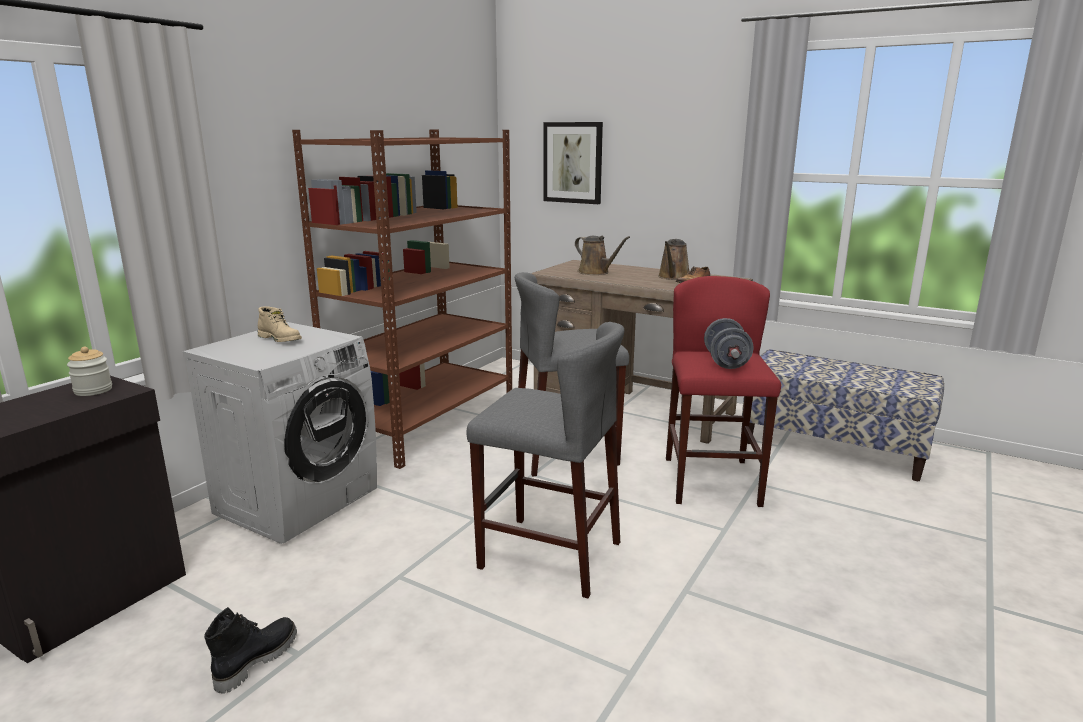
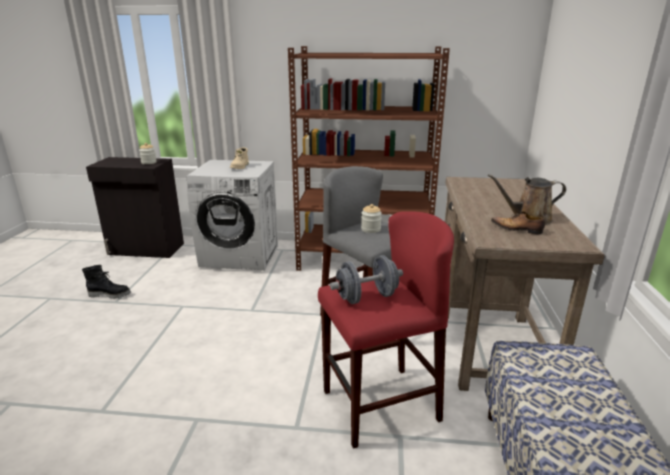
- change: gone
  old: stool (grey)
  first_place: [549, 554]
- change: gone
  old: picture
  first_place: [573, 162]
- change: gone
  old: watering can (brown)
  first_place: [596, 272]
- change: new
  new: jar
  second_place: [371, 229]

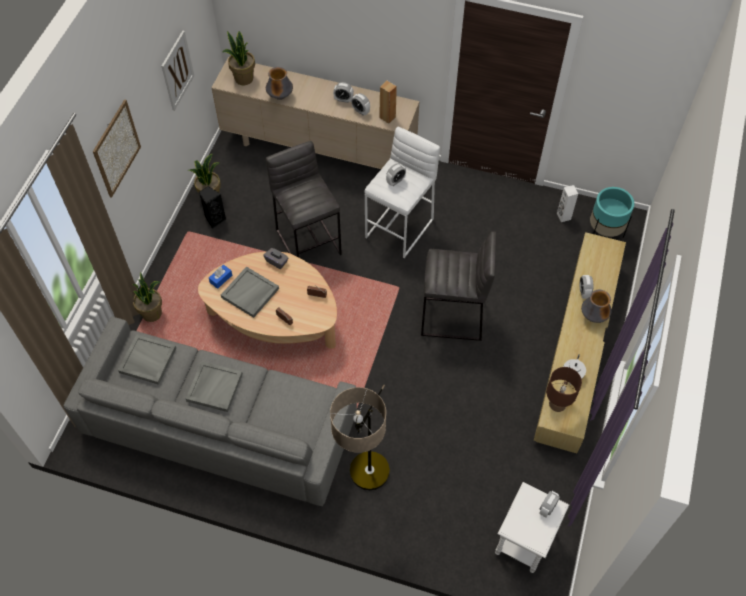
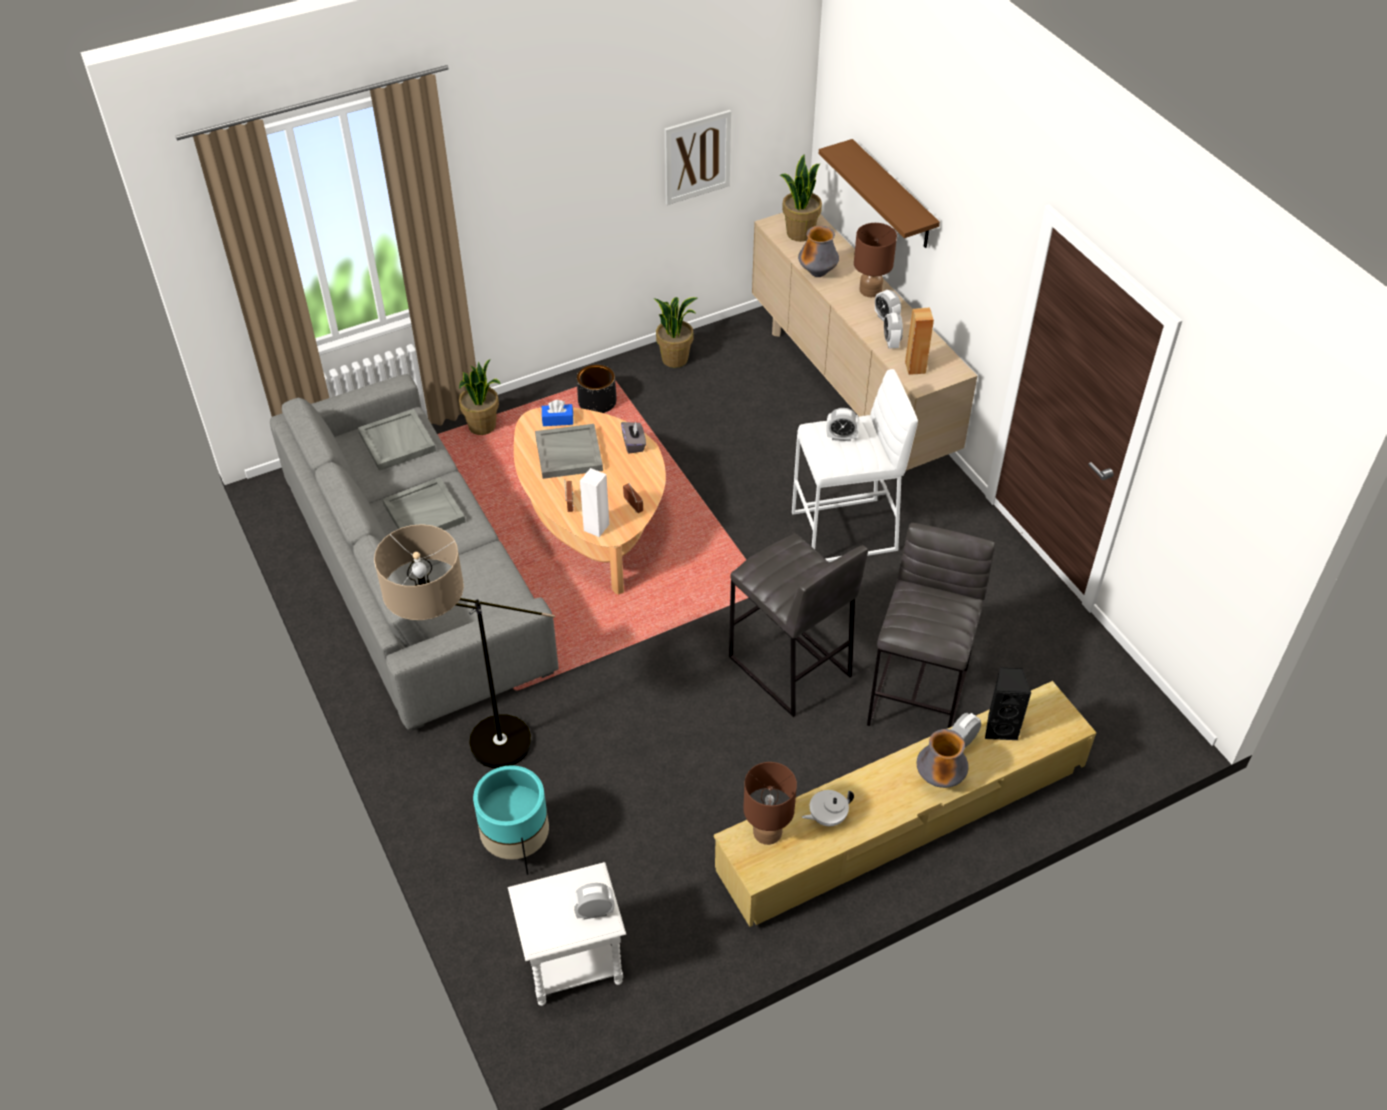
- change: gone
  old: picture
  first_place: [116, 148]
- change: new
  new: planter (black)
  second_place: [597, 402]
- change: new
  new: shelf (brown)
  second_place: [892, 196]
- change: new
  new: table lamp (brown)
  second_place: [871, 290]
- change: shifted
  old: speaker (black)
  first_place: [214, 219]
  second_place: [1000, 728]
- change: shifted
  old: stool (grey)
  first_place: [308, 241]
  second_place: [919, 697]
- change: shifted
  old: speaker (white)
  first_place: [563, 216]
  second_place: [596, 527]
- change: shifted
  old: planter (turquoise)
  first_place: [605, 231]
  second_place: [516, 845]

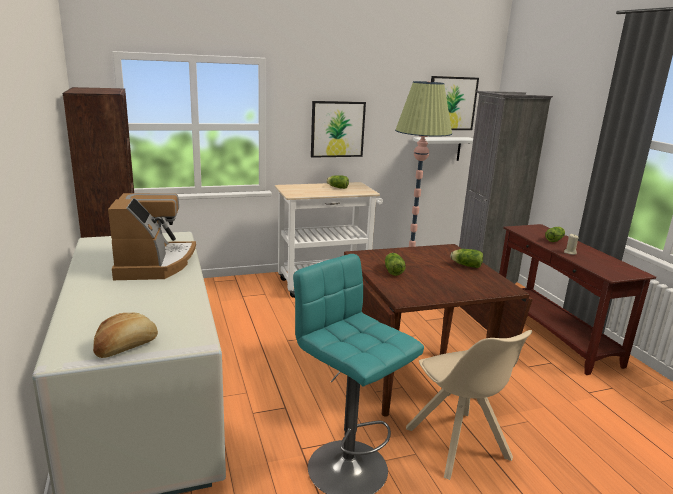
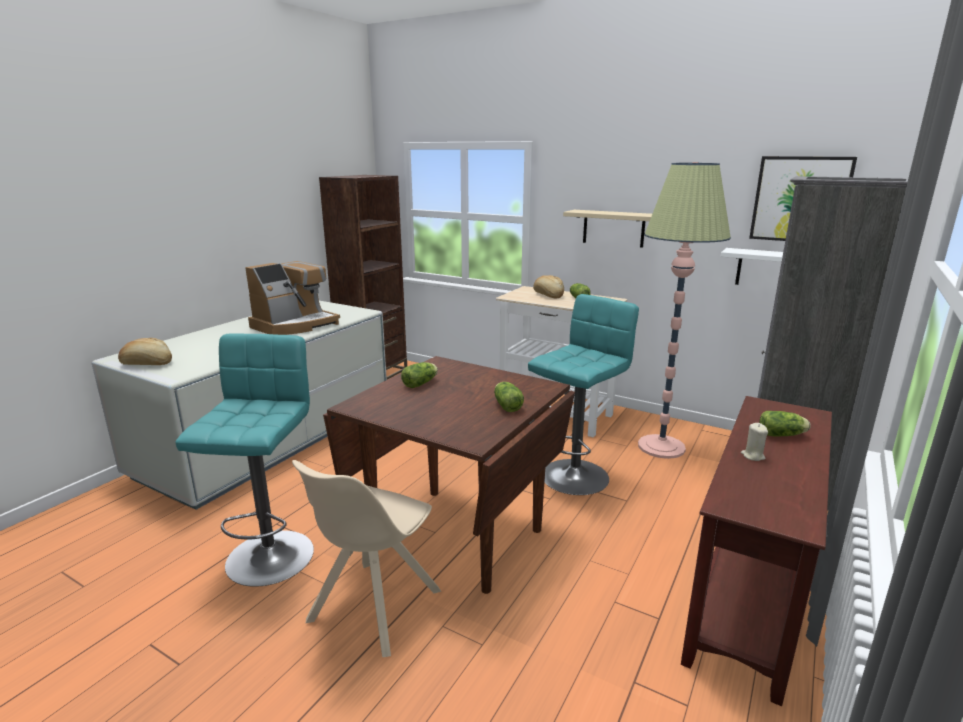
- change: new
  new: stool (turquoise)
  second_place: [575, 477]
- change: new
  new: bread
  second_place: [548, 295]
- change: swapped
  old: picture
  new: shelf (beige)
  first_place: [337, 129]
  second_place: [613, 228]

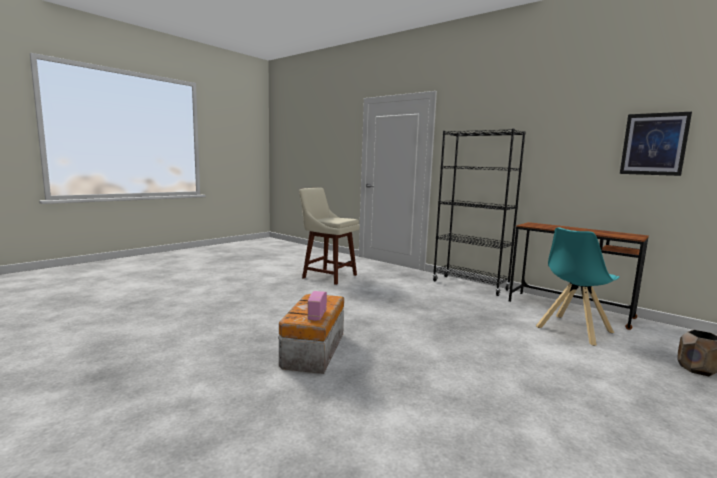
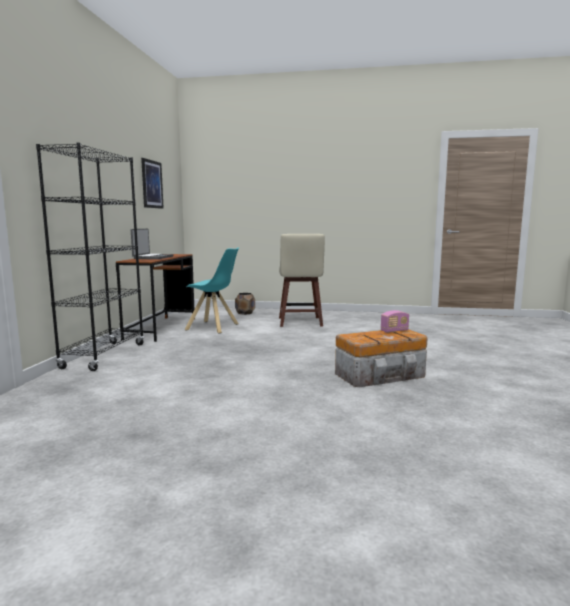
- change: new
  new: laptop
  second_place: [152, 257]
- change: shifted
  old: stool (beige)
  first_place: [327, 276]
  second_place: [300, 322]

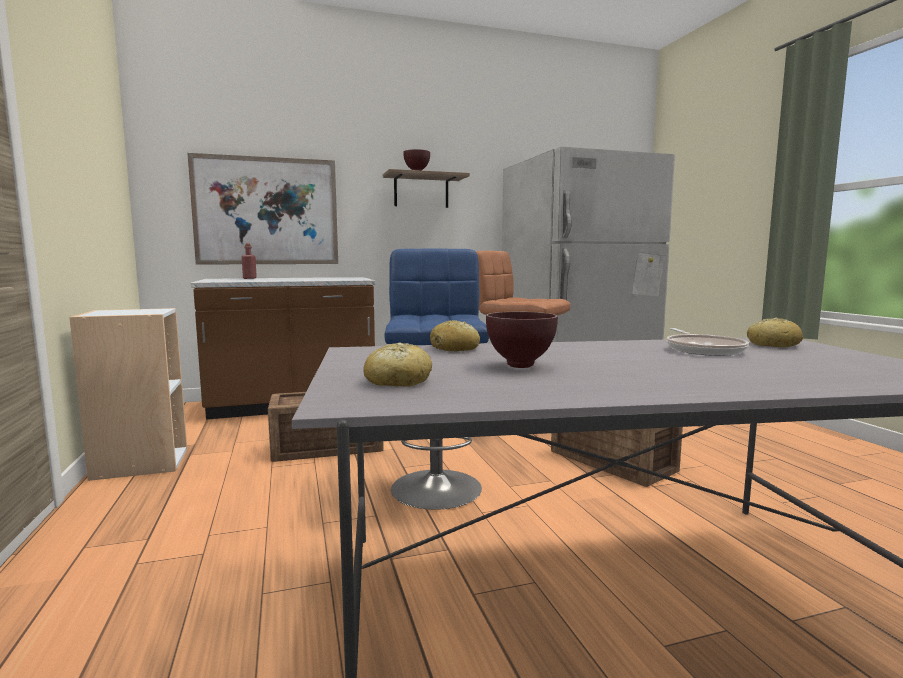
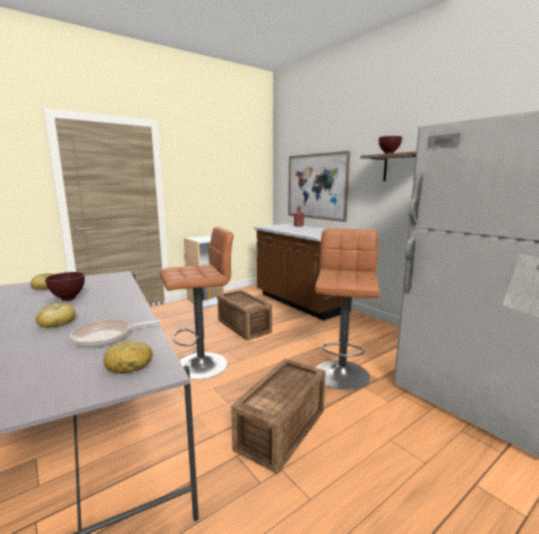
- change: shifted
  old: bread
  first_place: [455, 348]
  second_place: [57, 322]
- change: repainted
  old: stool (blue)
  new: stool (brown)
  first_place: [437, 488]
  second_place: [202, 365]

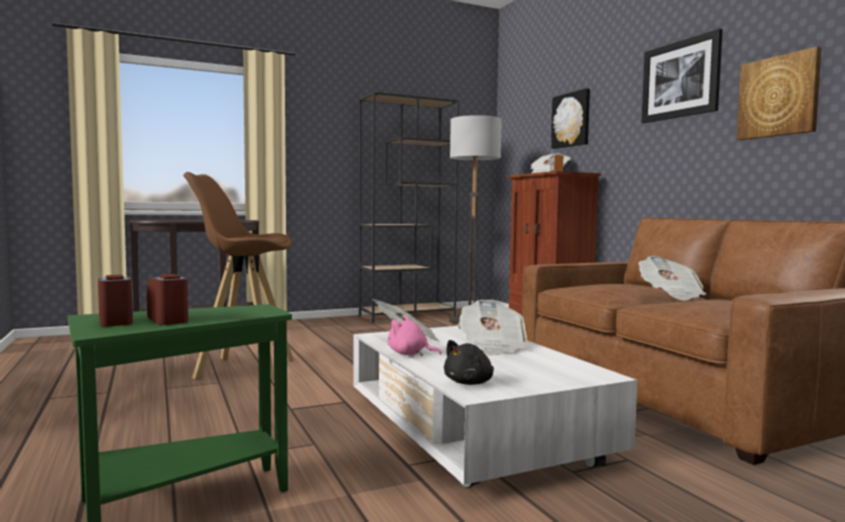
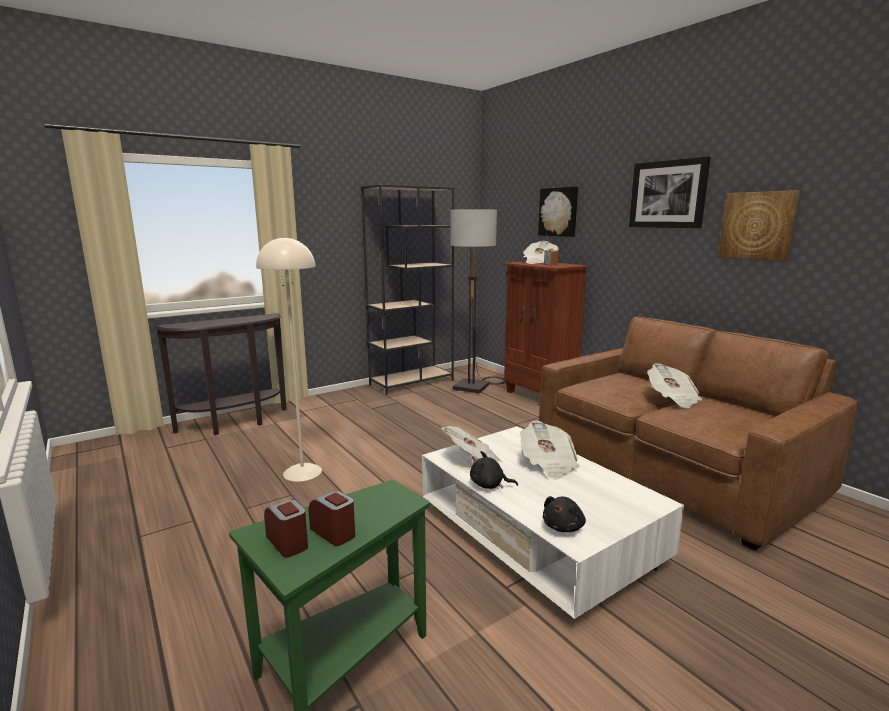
- change: swapped
  old: stool (brown)
  new: floor lamp (beige)
  first_place: [243, 368]
  second_place: [302, 472]
- change: repainted
  old: plush toy (pink)
  new: plush toy (black)
  first_place: [409, 354]
  second_place: [489, 485]

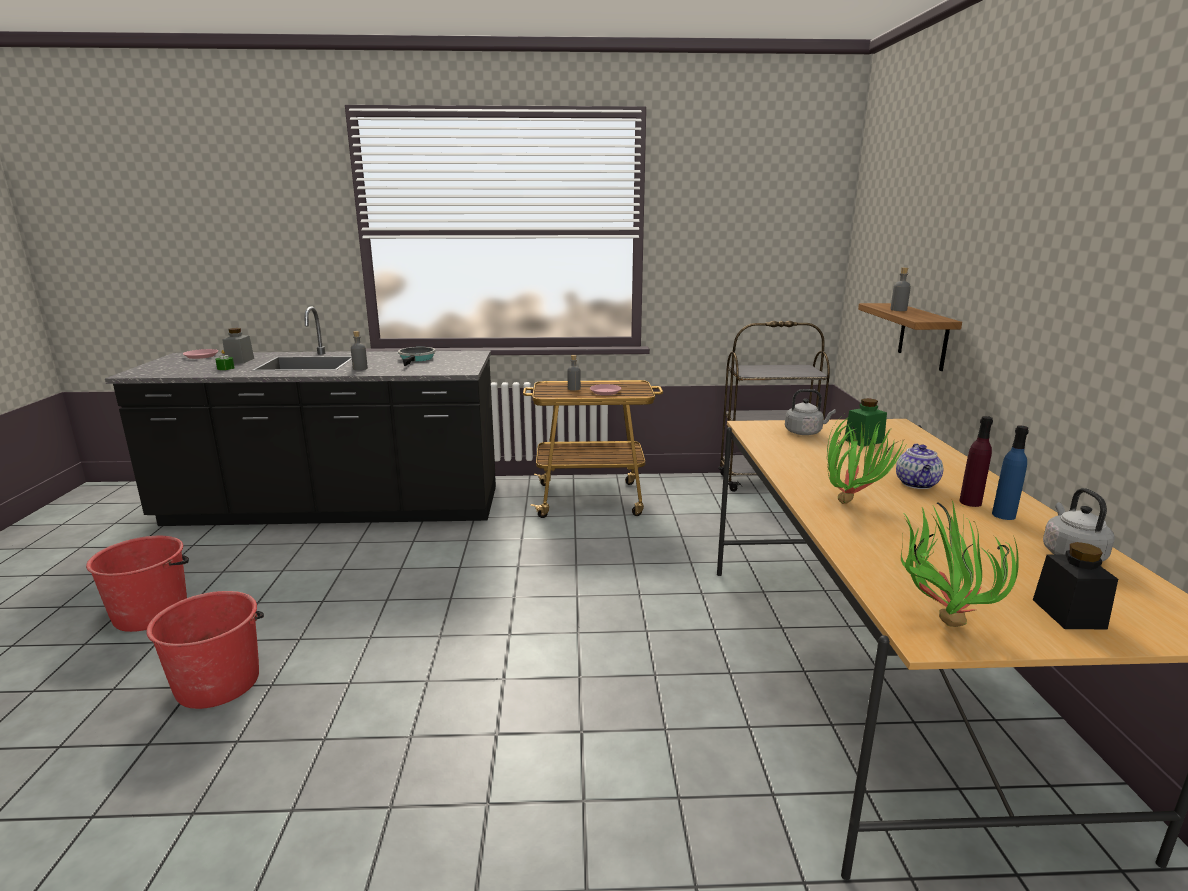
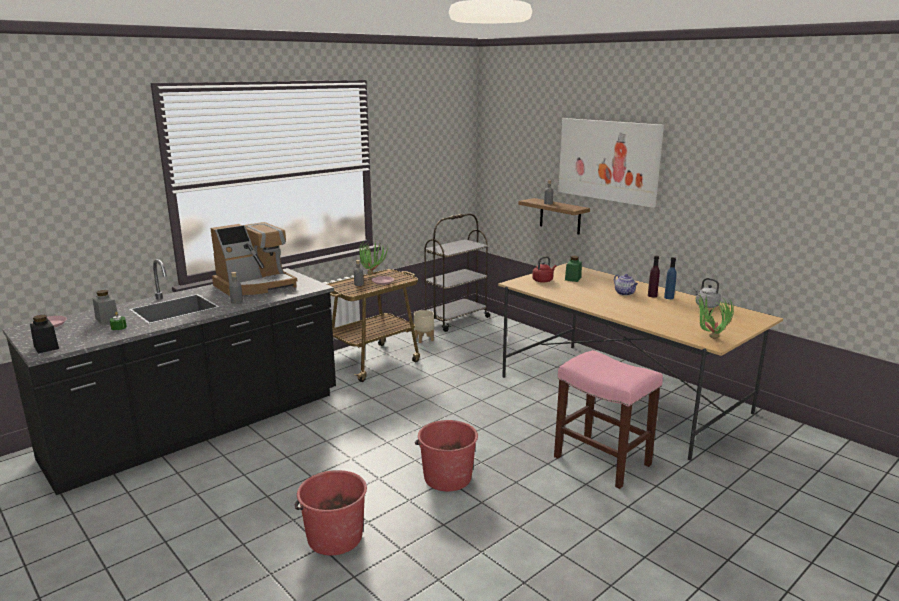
- change: new
  new: planter (beige)
  second_place: [424, 339]
- change: new
  new: stool (pink)
  second_place: [600, 460]
- change: new
  new: picture
  second_place: [608, 160]
- change: shifted
  old: bucket (red)
  first_place: [151, 613]
  second_place: [447, 477]
- change: shifted
  old: potted plant
  first_place: [852, 501]
  second_place: [372, 274]
- change: shifted
  old: jar (black)
  first_place: [1068, 614]
  second_place: [46, 347]
- change: swapped
  old: frying pan
  new: coffee machine
  first_place: [417, 359]
  second_place: [255, 285]
- change: repainted
  old: kettle (grey)
  new: kettle (red)
  first_place: [805, 432]
  second_place: [543, 280]

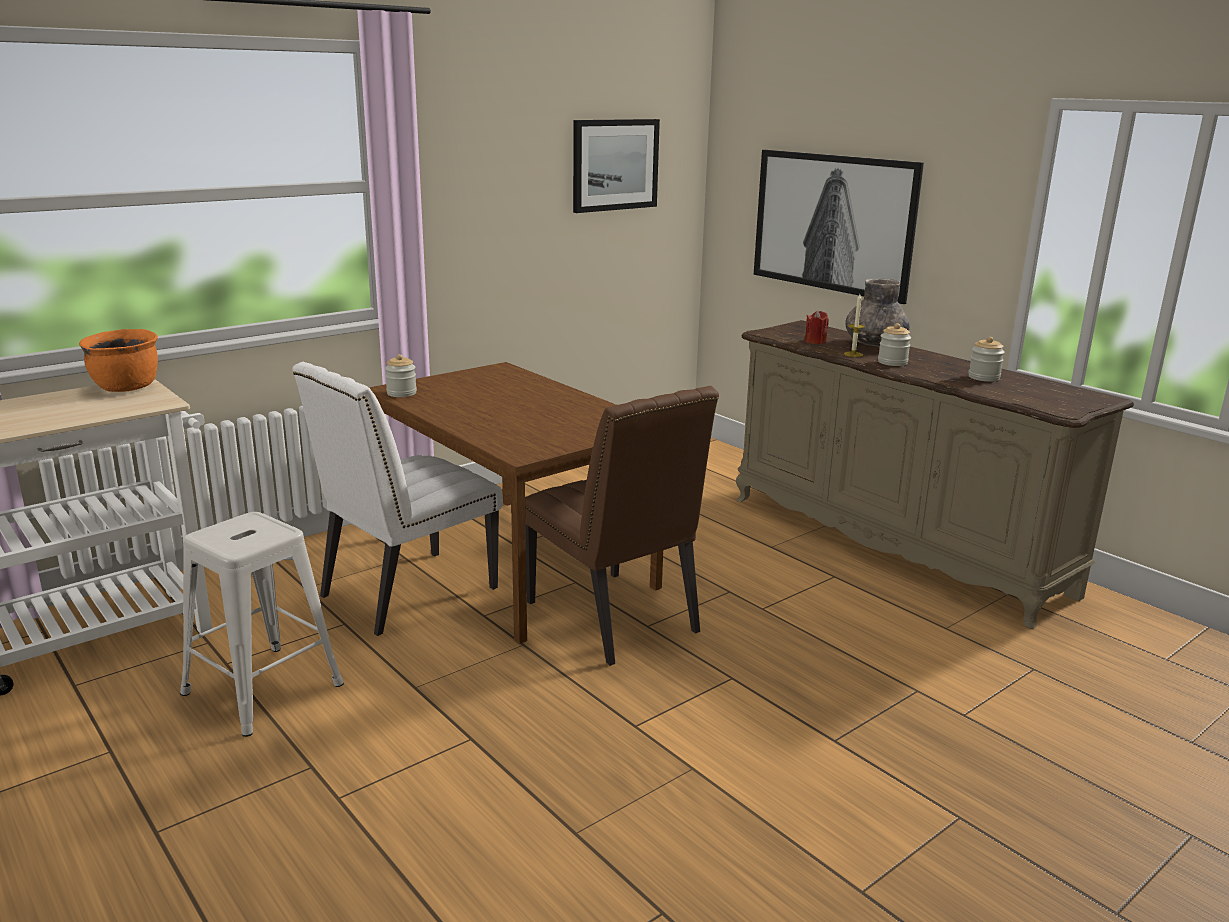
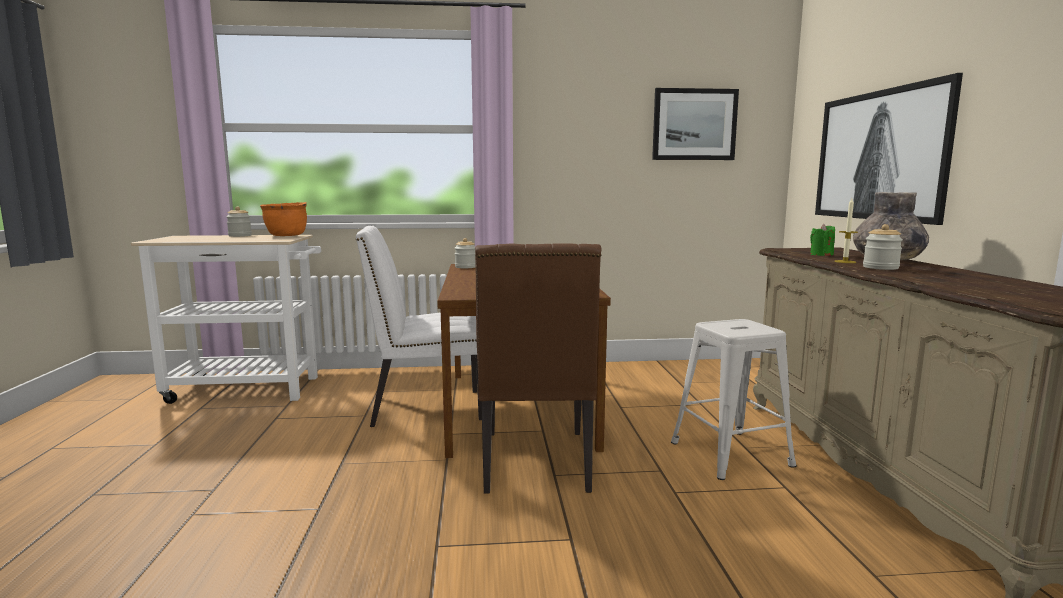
- change: shifted
  old: stool (white)
  first_place: [262, 689]
  second_place: [730, 454]
- change: shifted
  old: jar
  first_place: [983, 377]
  second_place: [240, 236]
- change: repainted
  old: candle (red)
  new: candle (green)
  first_place: [815, 341]
  second_place: [821, 255]

